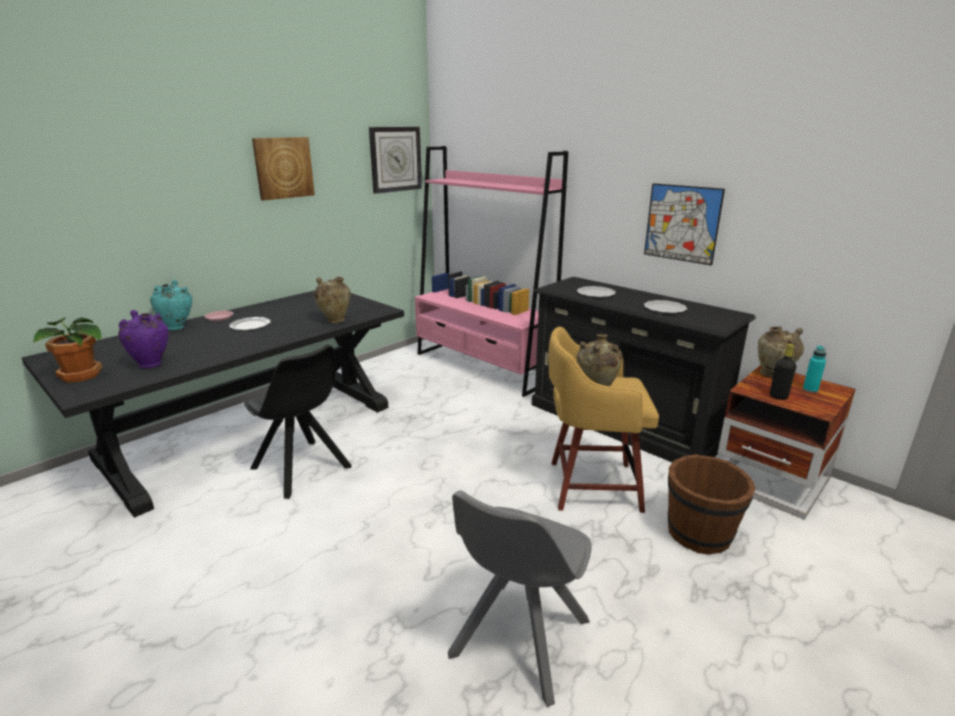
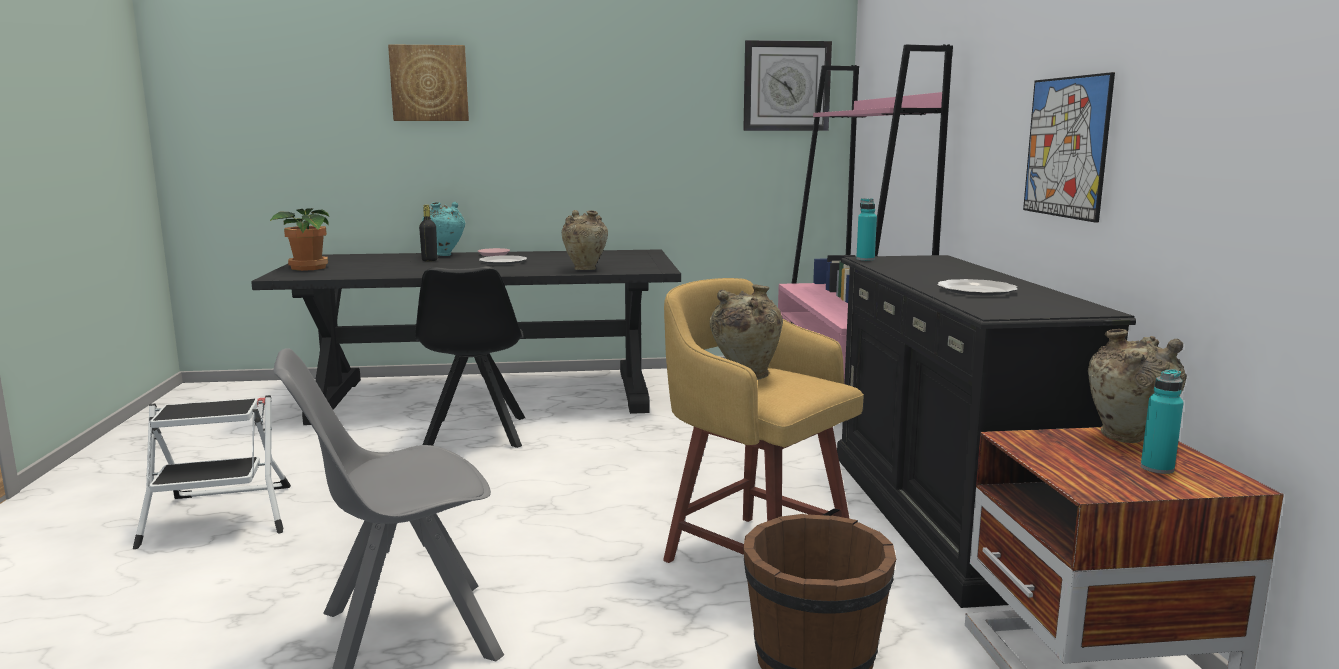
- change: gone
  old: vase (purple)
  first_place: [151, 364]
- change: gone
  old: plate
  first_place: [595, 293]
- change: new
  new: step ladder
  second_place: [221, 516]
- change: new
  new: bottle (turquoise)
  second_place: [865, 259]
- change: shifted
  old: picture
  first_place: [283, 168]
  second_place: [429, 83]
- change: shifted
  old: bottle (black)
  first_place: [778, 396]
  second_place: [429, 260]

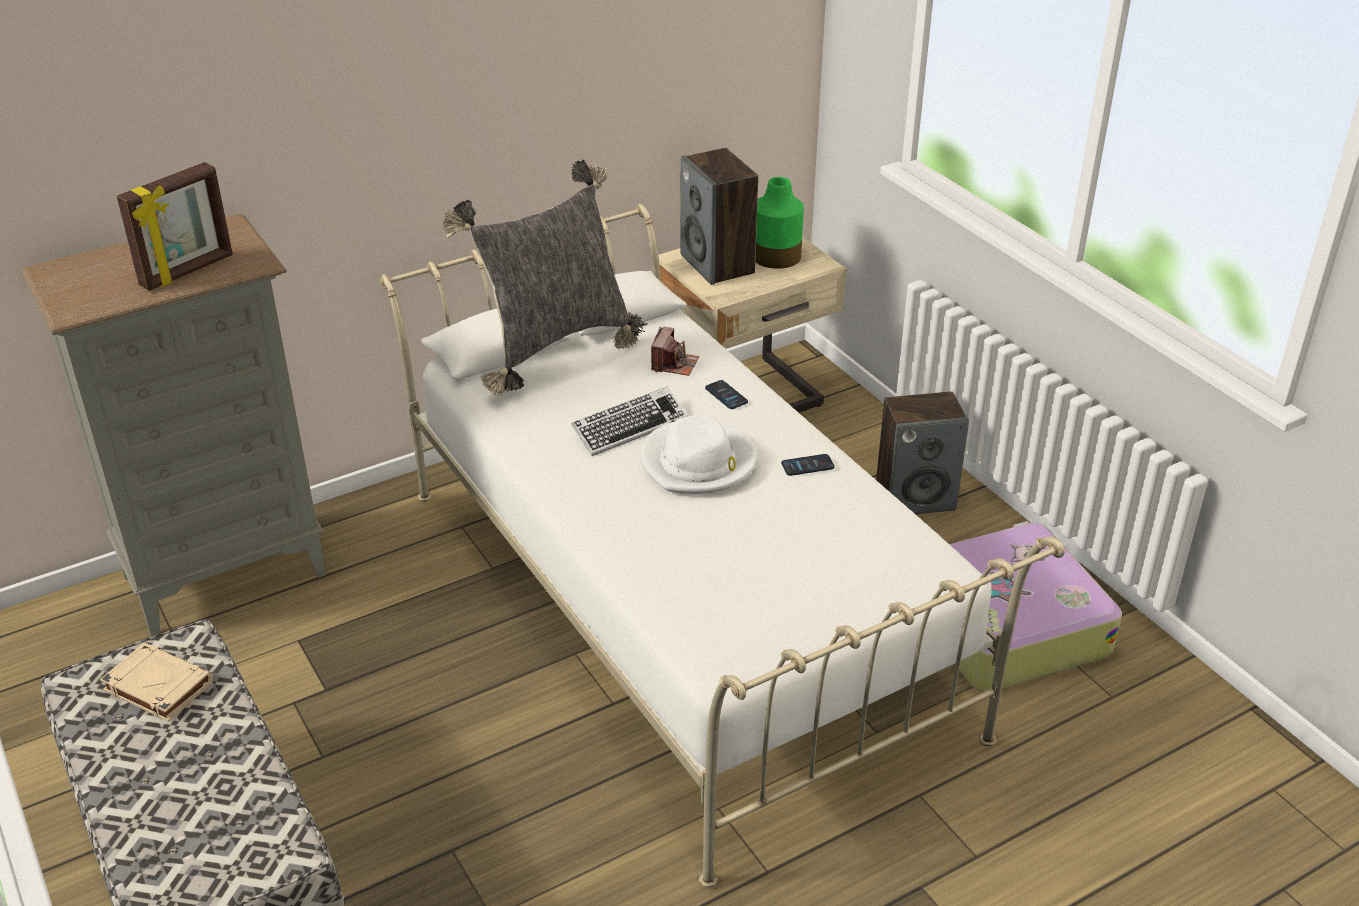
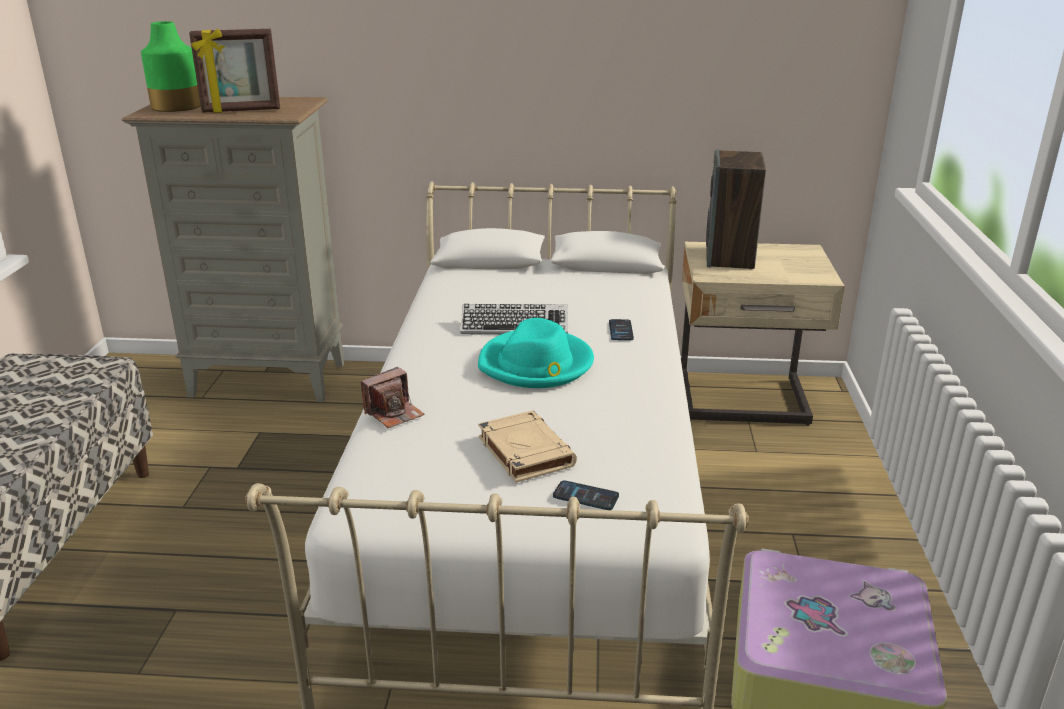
- change: gone
  old: pillow
  first_place: [552, 357]
- change: gone
  old: speaker
  first_place: [915, 497]
- change: shifted
  old: book (beige)
  first_place: [157, 686]
  second_place: [524, 451]
- change: shifted
  old: photo camera
  first_place: [674, 364]
  second_place: [394, 413]
- change: shifted
  old: vase (green)
  first_place: [776, 256]
  second_place: [176, 106]
- change: shifted
  old: phone
  first_place: [807, 466]
  second_place: [586, 496]
- change: repainted
  old: hat (white)
  new: hat (turquoise)
  first_place: [699, 462]
  second_place: [536, 364]

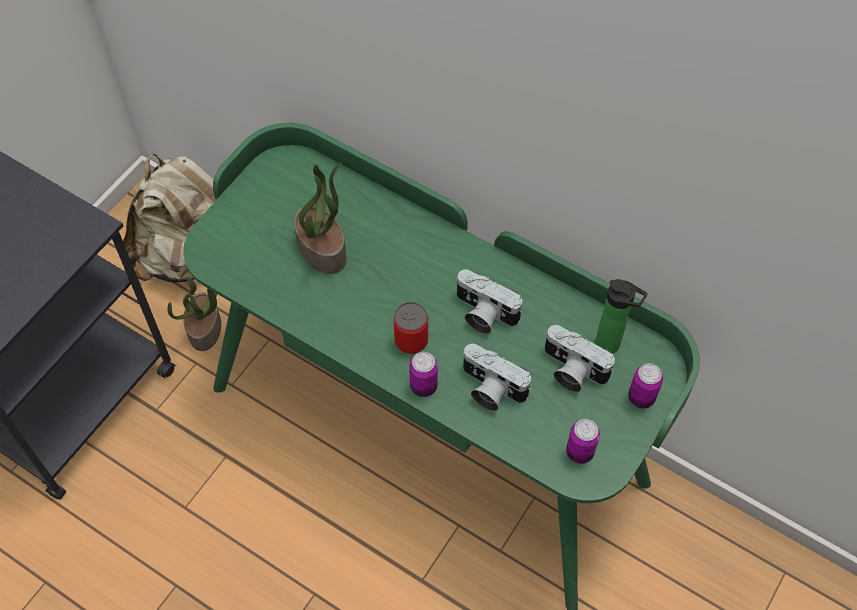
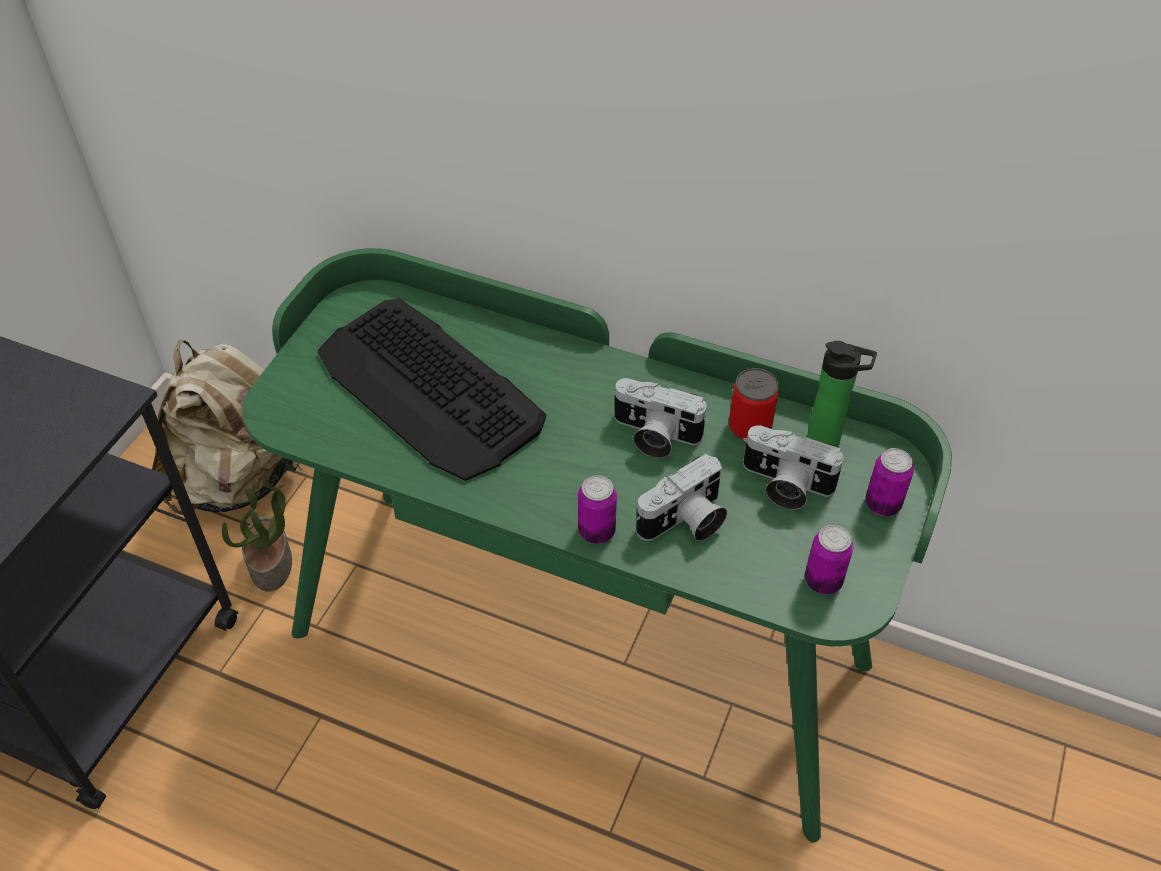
- change: shifted
  old: can
  first_place: [411, 341]
  second_place: [749, 427]
- change: swapped
  old: potted plant
  new: keyboard
  first_place: [323, 249]
  second_place: [429, 389]
- change: rotated
  old: photo camera
  first_place: [490, 389]
  second_place: [685, 522]
  degrees: -60

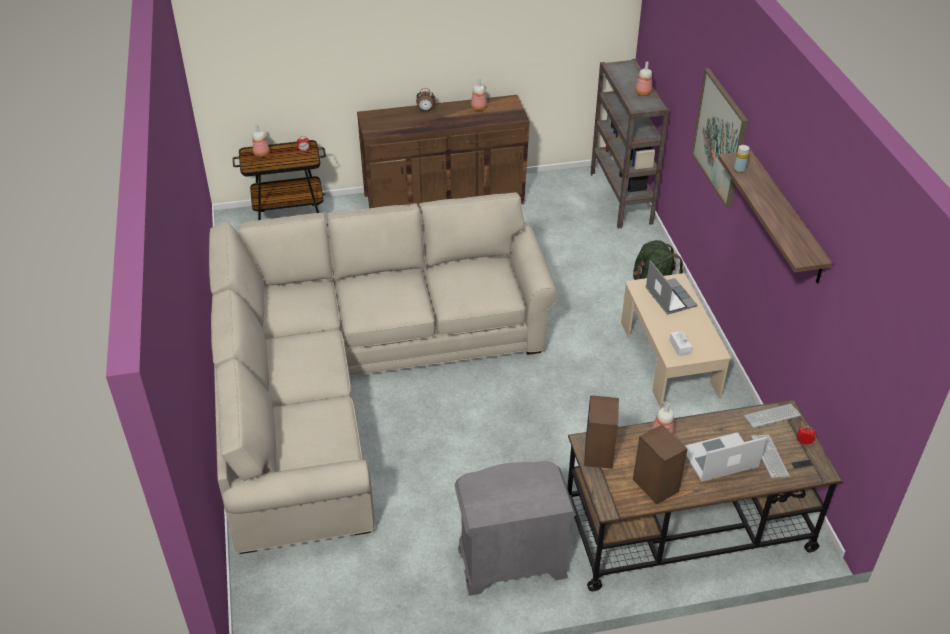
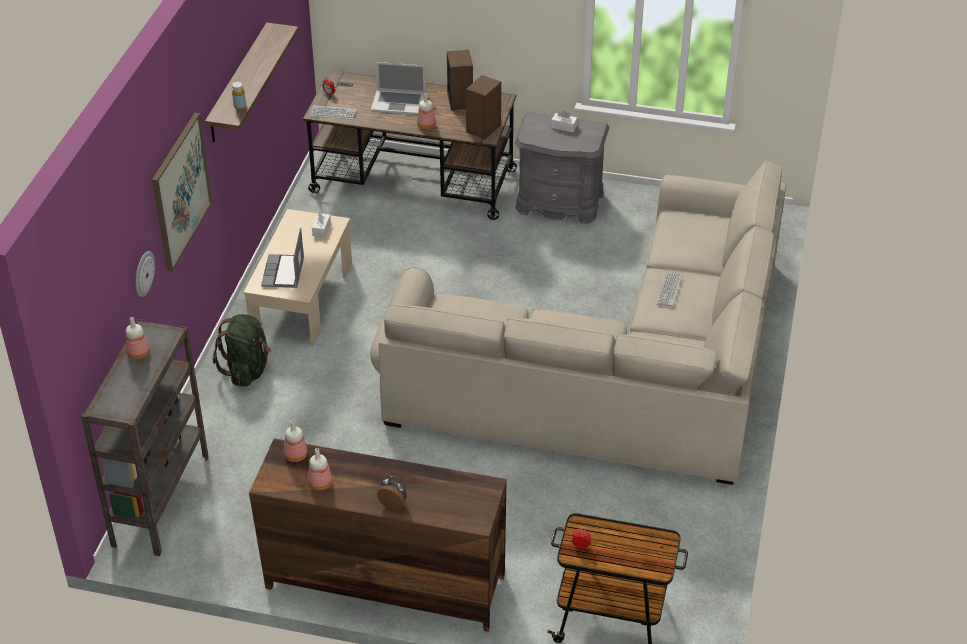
- change: new
  new: wall clock
  second_place: [143, 273]
- change: new
  new: tissue box (white)
  second_place: [564, 126]
- change: shifted
  old: bottle
  first_place: [262, 153]
  second_place: [295, 455]
- change: shifted
  old: keyboard
  first_place: [769, 457]
  second_place: [669, 290]

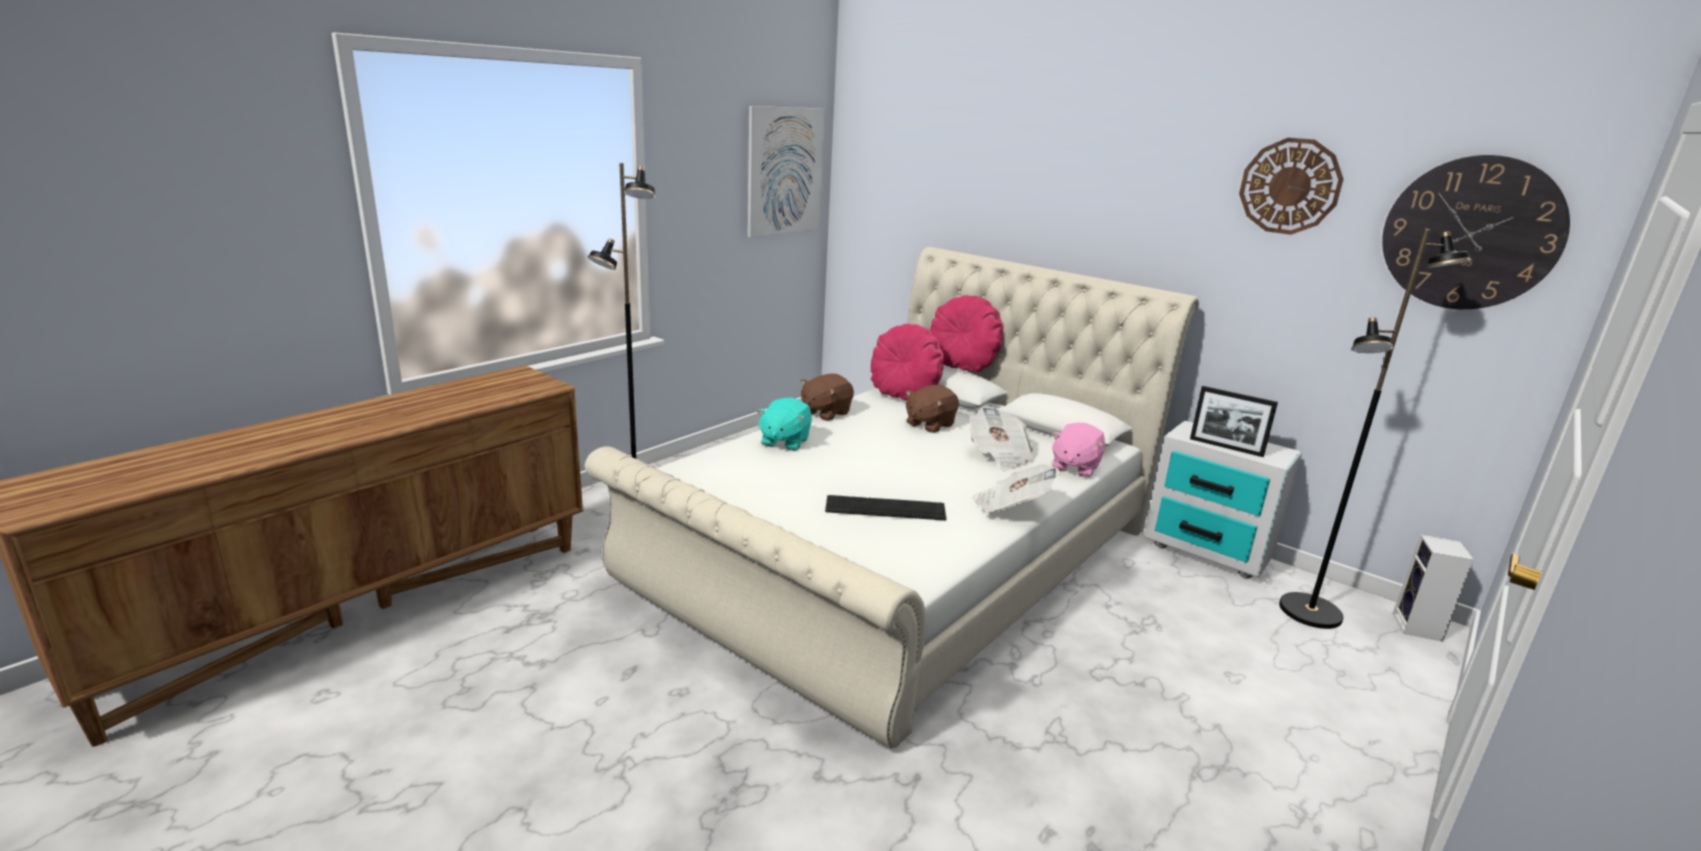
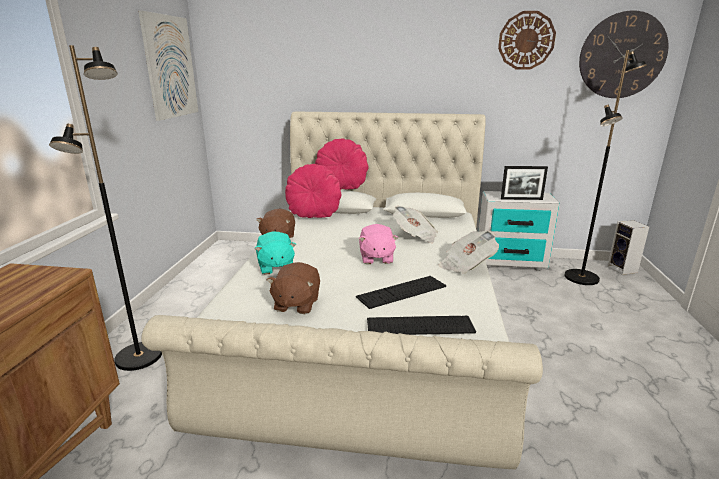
- change: new
  new: keyboard
  second_place: [420, 326]
- change: shifted
  old: plush toy (brown)
  first_place: [929, 424]
  second_place: [296, 304]
- change: shifted
  old: plush toy (pink)
  first_place: [1074, 467]
  second_place: [376, 258]

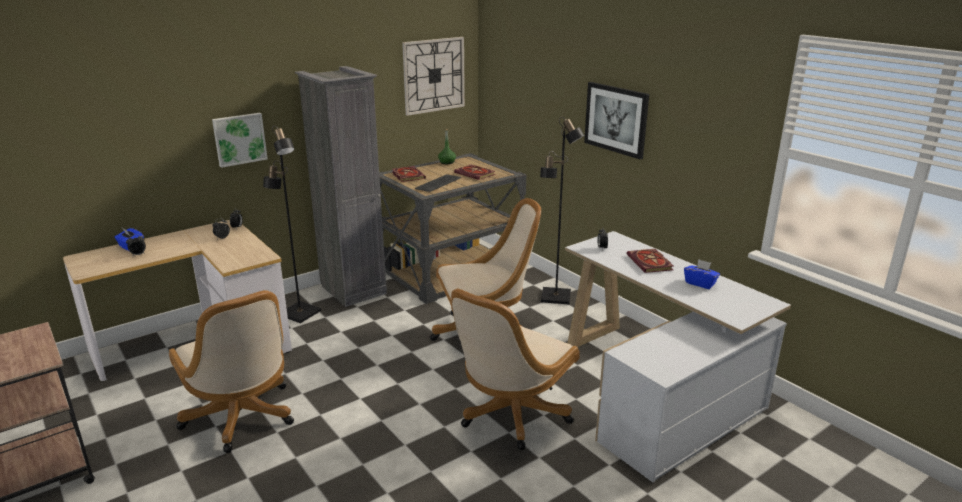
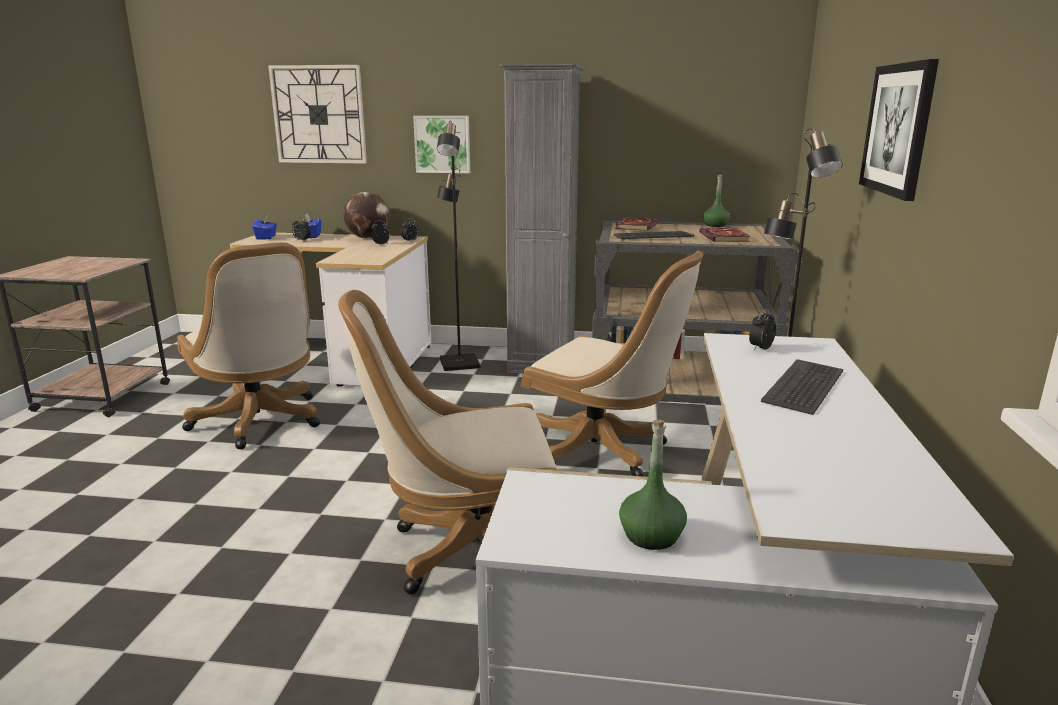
- change: new
  new: globe
  second_place: [368, 238]
- change: new
  new: bottle (green)
  second_place: [651, 536]
- change: shifted
  old: wall clock
  first_place: [434, 75]
  second_place: [319, 114]
- change: shifted
  old: tissue box (blue)
  first_place: [700, 283]
  second_place: [266, 237]
- change: swapped
  old: book
  new: keyboard
  first_place: [651, 263]
  second_place: [805, 387]
- change: rotated
  old: office chair
  first_place: [243, 419]
  second_place: [261, 423]
  degrees: -45

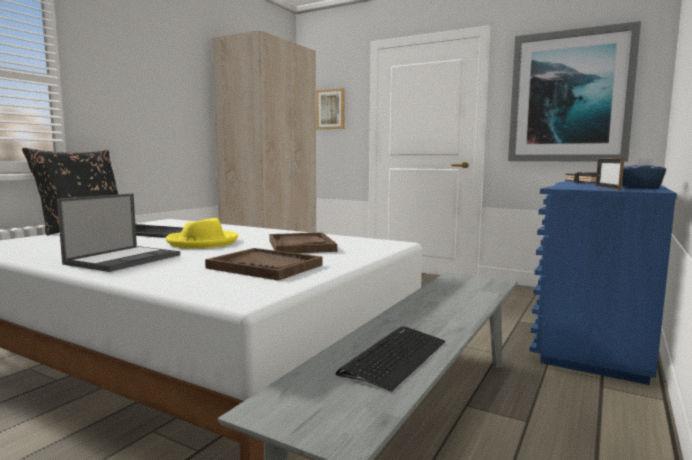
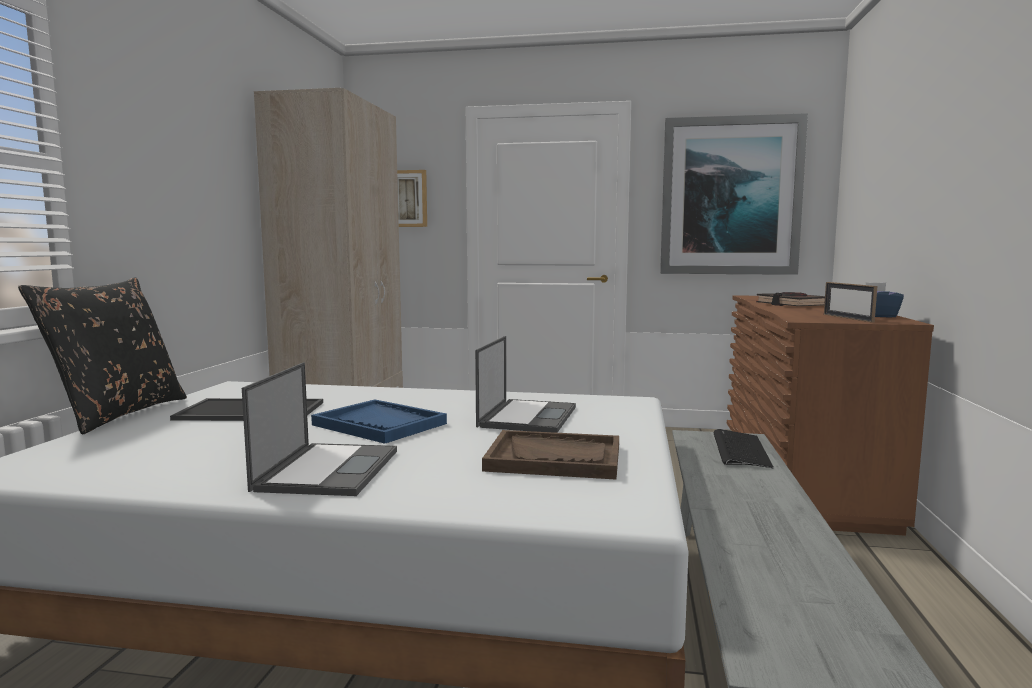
- change: shifted
  old: keyboard
  first_place: [394, 357]
  second_place: [740, 450]
- change: swapped
  old: hat (yellow)
  new: tray (blue)
  first_place: [202, 242]
  second_place: [380, 424]
- change: swapped
  old: tray (brown)
  new: laptop
  first_place: [301, 245]
  second_place: [528, 416]
- change: repainted
  old: dresser (blue)
  new: dresser (brown)
  first_place: [595, 327]
  second_place: [800, 473]

